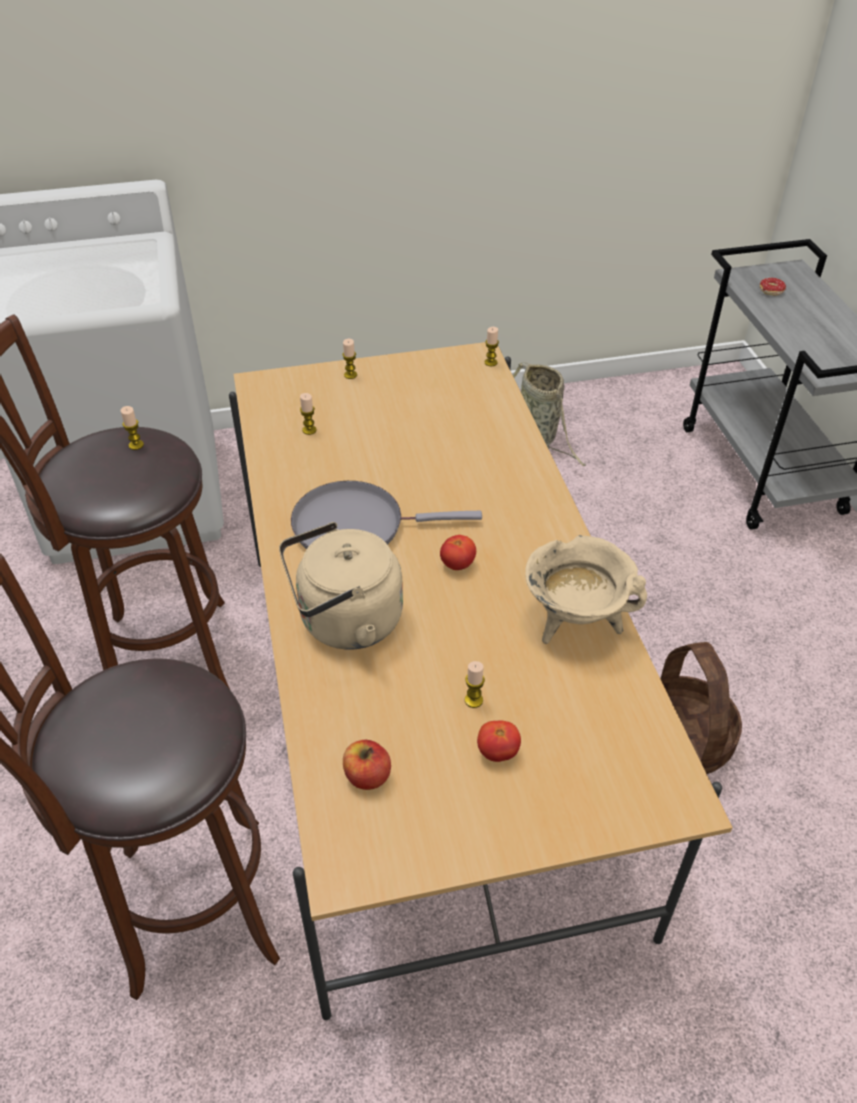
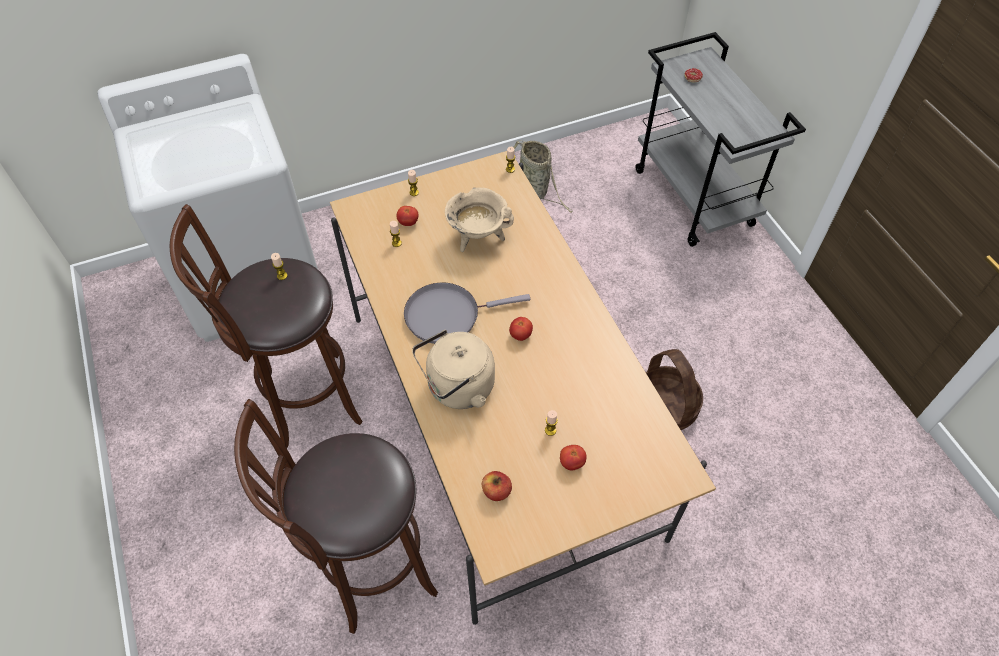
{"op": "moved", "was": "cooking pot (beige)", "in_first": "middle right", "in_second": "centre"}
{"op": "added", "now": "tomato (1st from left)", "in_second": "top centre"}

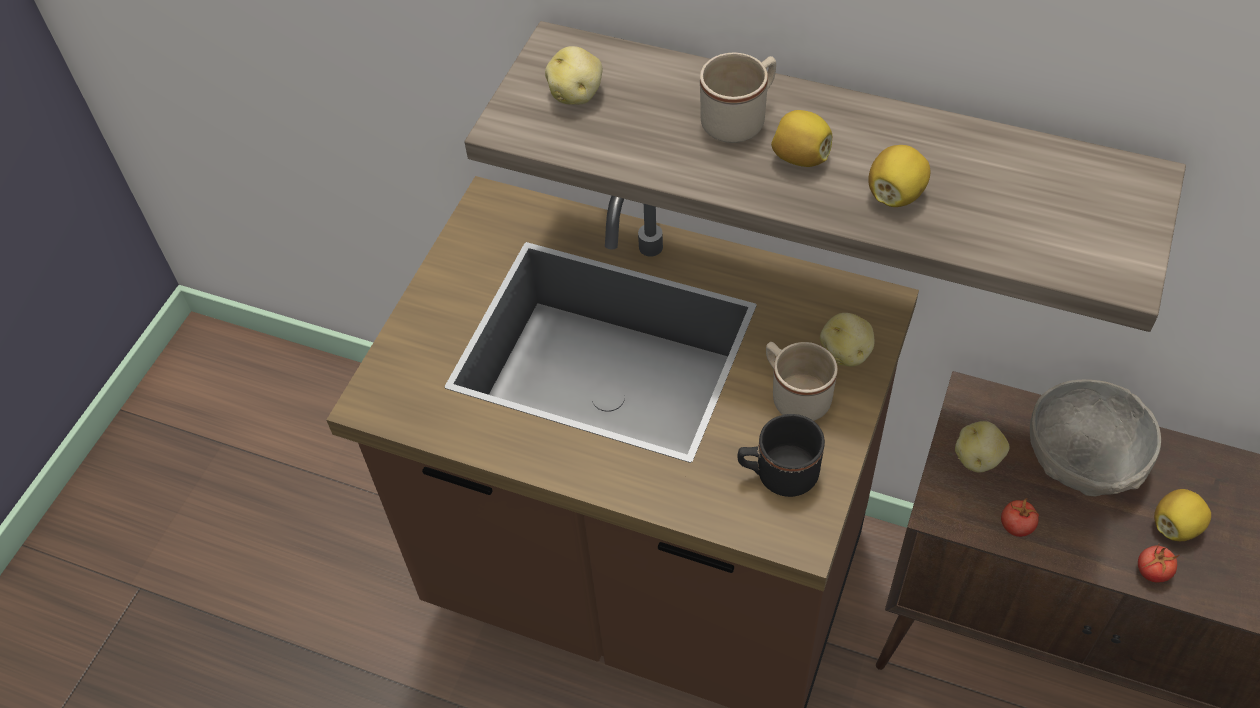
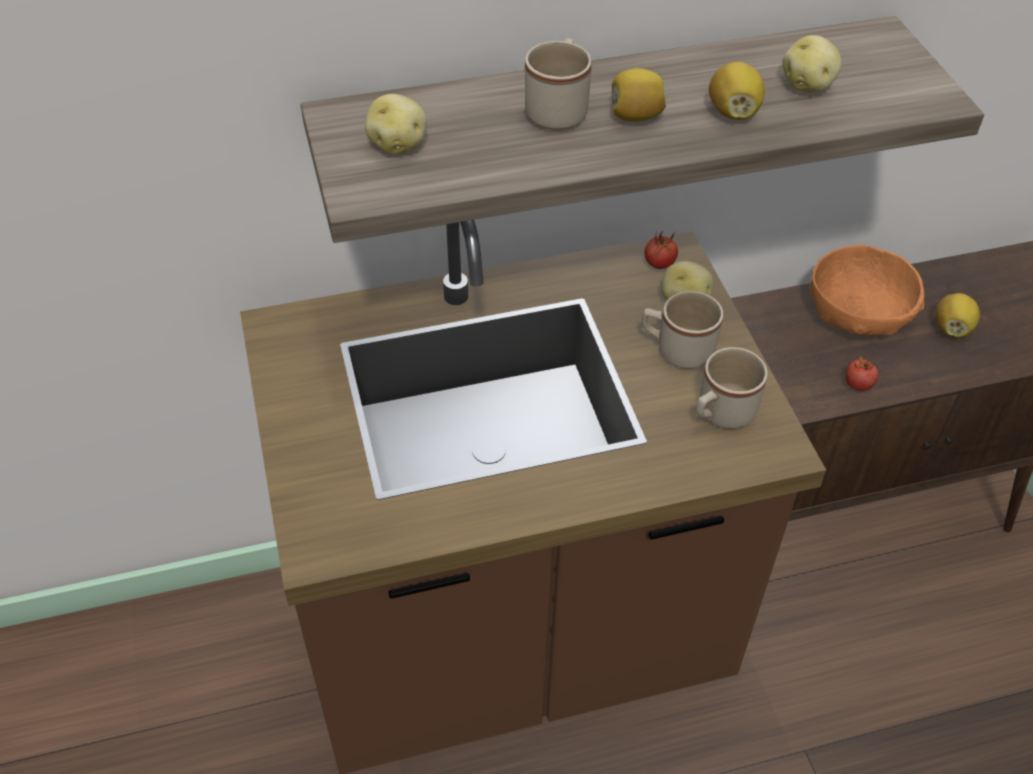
{"op": "recoloured", "was": "mug (black)", "now": "mug (beige) (3rd from left)", "in_first": "centre", "in_second": "middle right"}
{"op": "moved", "was": "potato (3rd from left)", "in_first": "middle right", "in_second": "top right"}
{"op": "recoloured", "was": "bowl (grey)", "now": "bowl (orange)", "in_first": "middle right", "in_second": "middle right"}
{"op": "moved", "was": "tomato (2nd from left in the first image)", "now": "tomato (1st from left)", "in_first": "bottom right", "in_second": "top centre"}

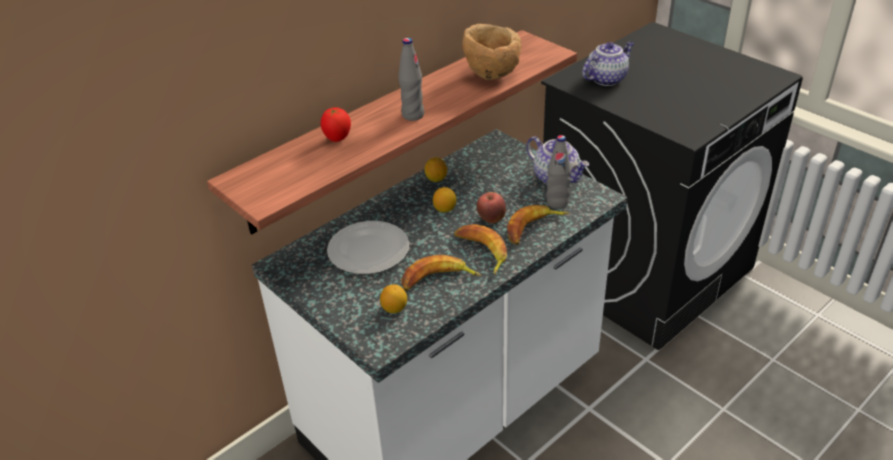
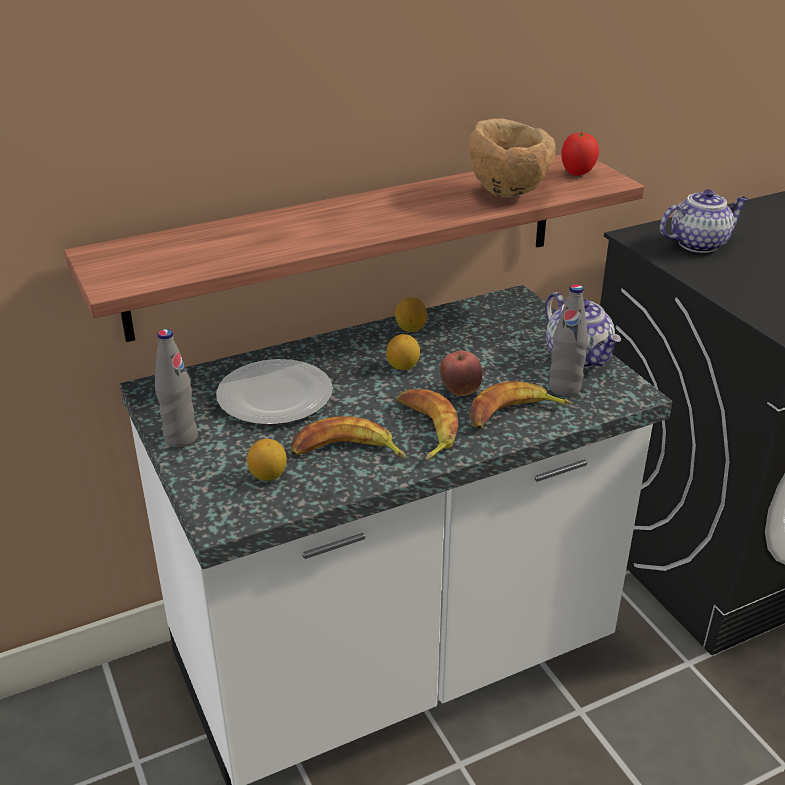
{"op": "moved", "was": "tomato", "in_first": "top centre", "in_second": "top right"}
{"op": "moved", "was": "bottle (grey) (1st from left)", "in_first": "top centre", "in_second": "middle left"}

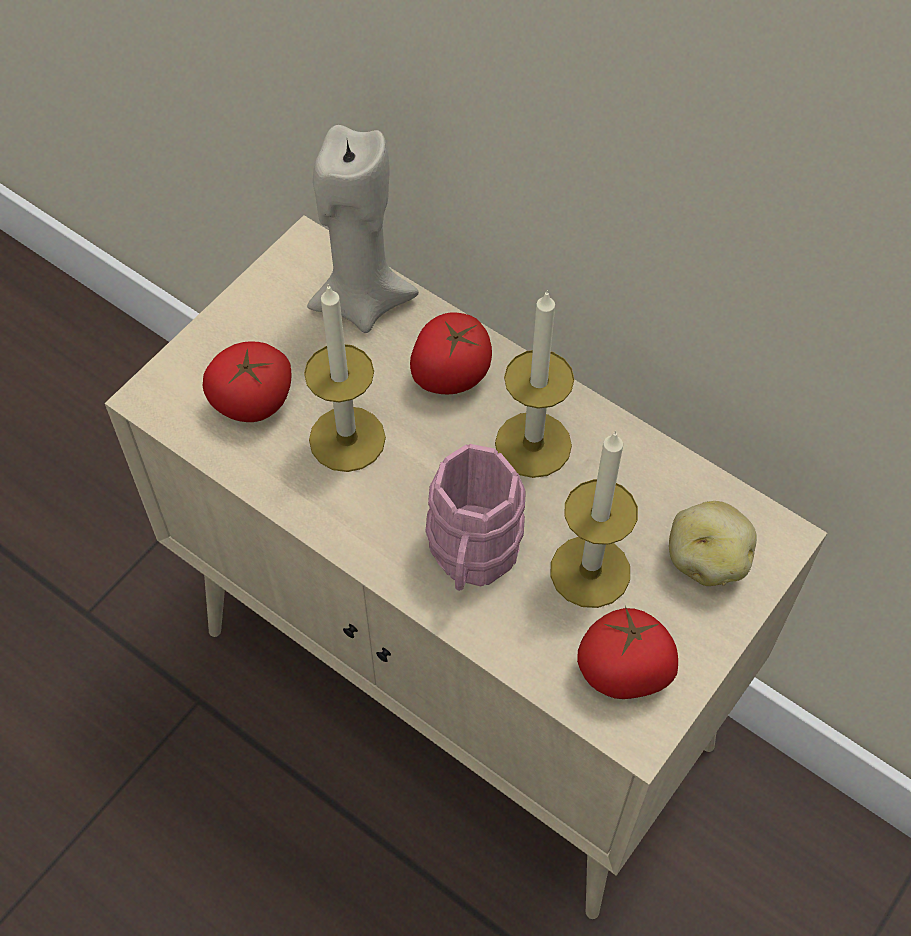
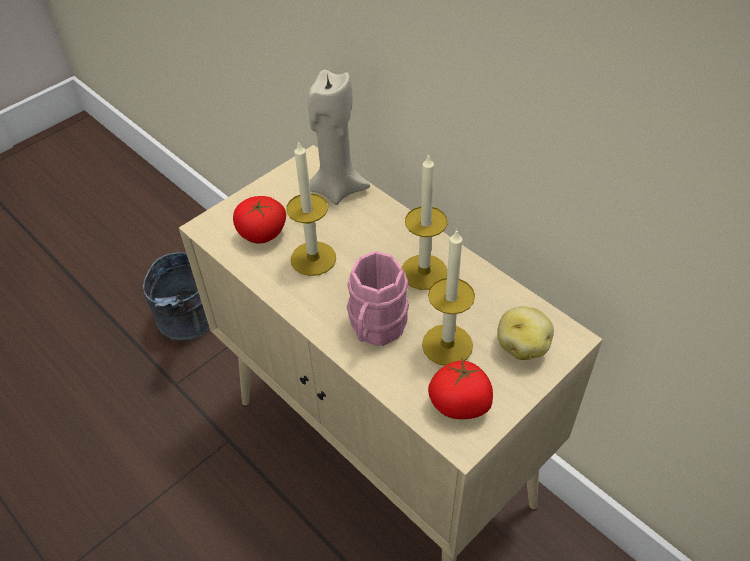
{"op": "removed", "was": "tomato (2nd from left)", "in_first": "centre"}
{"op": "added", "now": "bucket (grey)", "in_second": "middle left"}

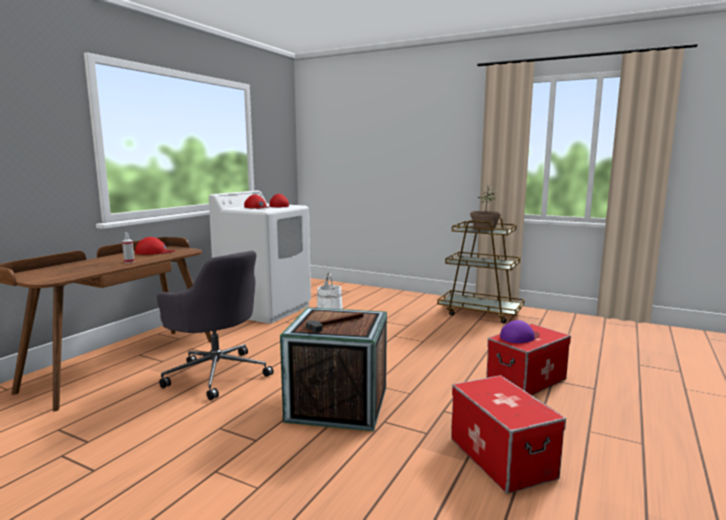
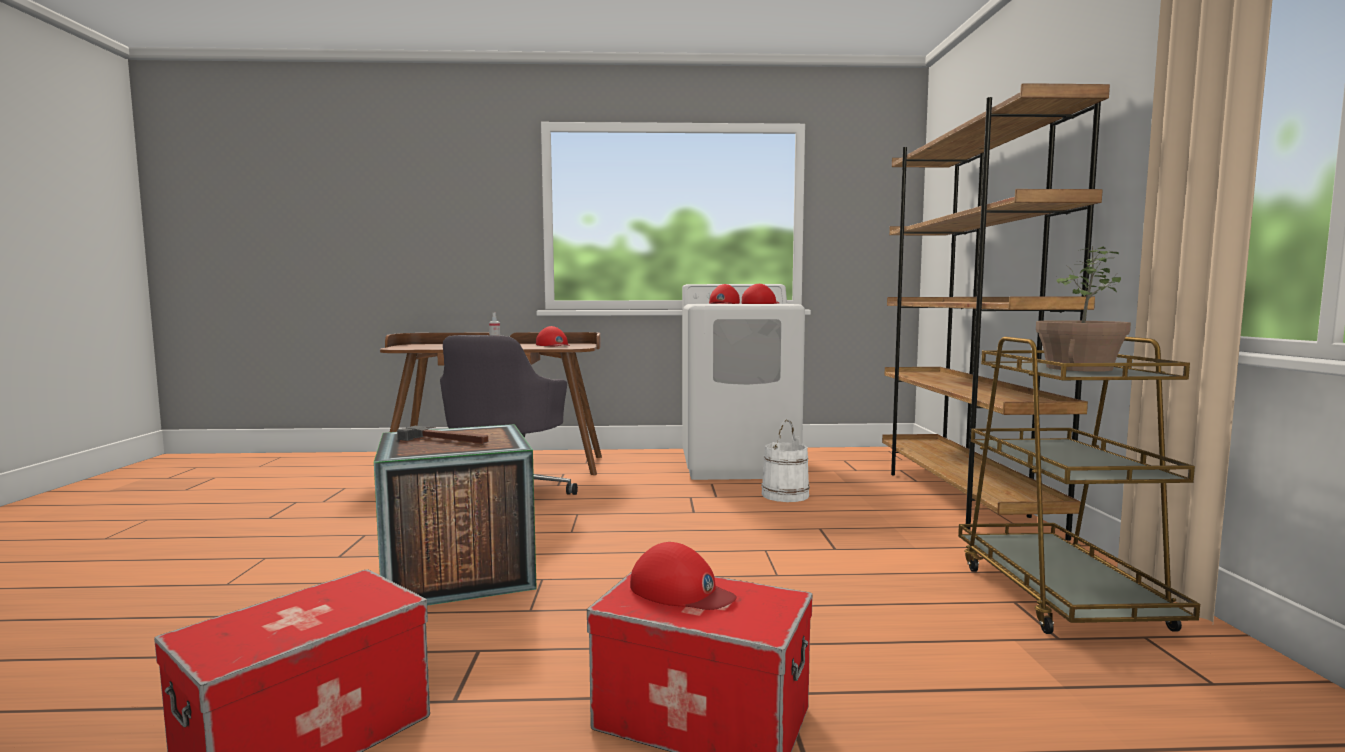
{"op": "recoloured", "was": "cap (purple)", "now": "cap (red) (2nd from left)", "in_first": "middle right", "in_second": "bottom centre"}
{"op": "added", "now": "bookcase (brown)", "in_second": "middle right"}

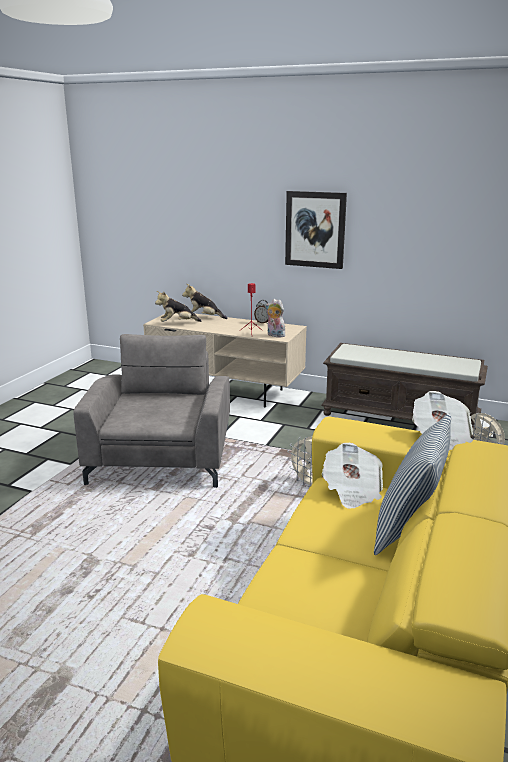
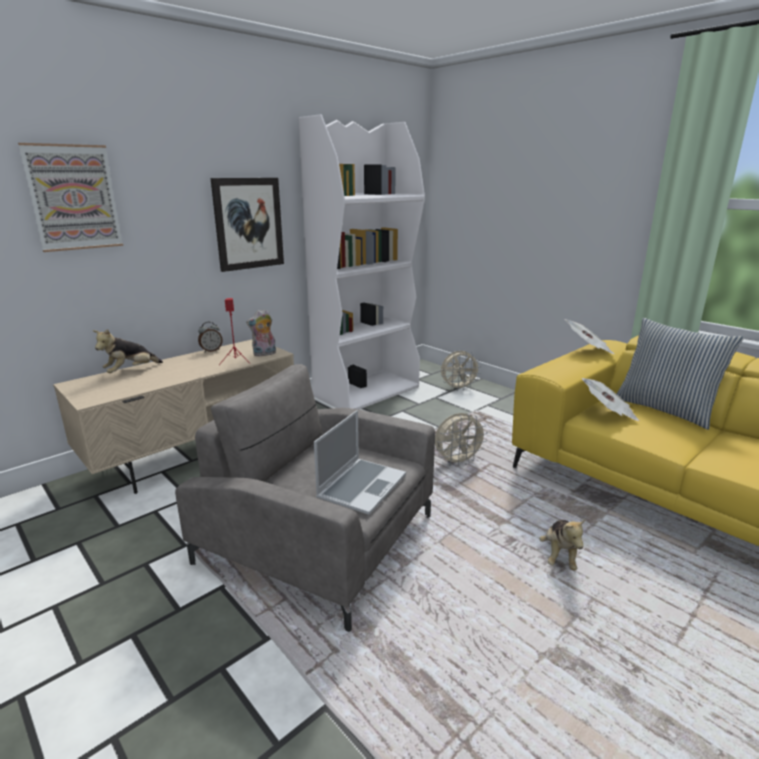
{"op": "moved", "was": "plush toy (1st from left in the first image)", "now": "plush toy (3rd from left)", "in_first": "centre", "in_second": "bottom right"}
{"op": "replaced", "was": "bench (brown)", "now": "bookcase (white)", "in_first": "middle right", "in_second": "centre"}
{"op": "added", "now": "picture (1st from left)", "in_second": "top left"}
{"op": "added", "now": "laptop", "in_second": "centre"}

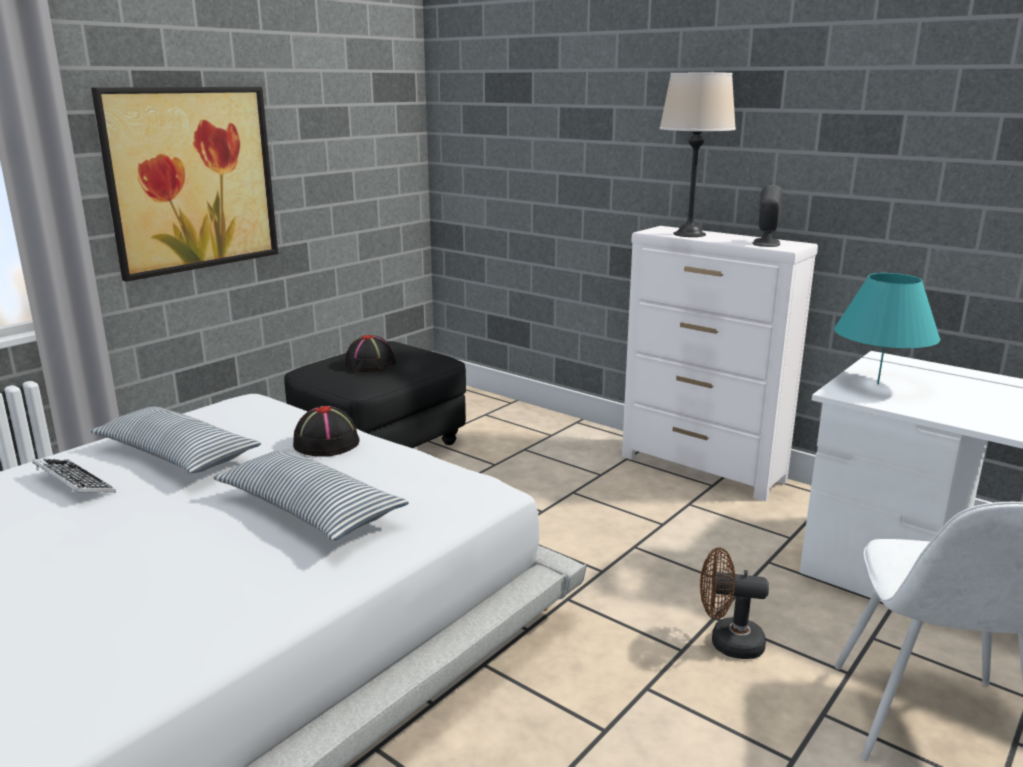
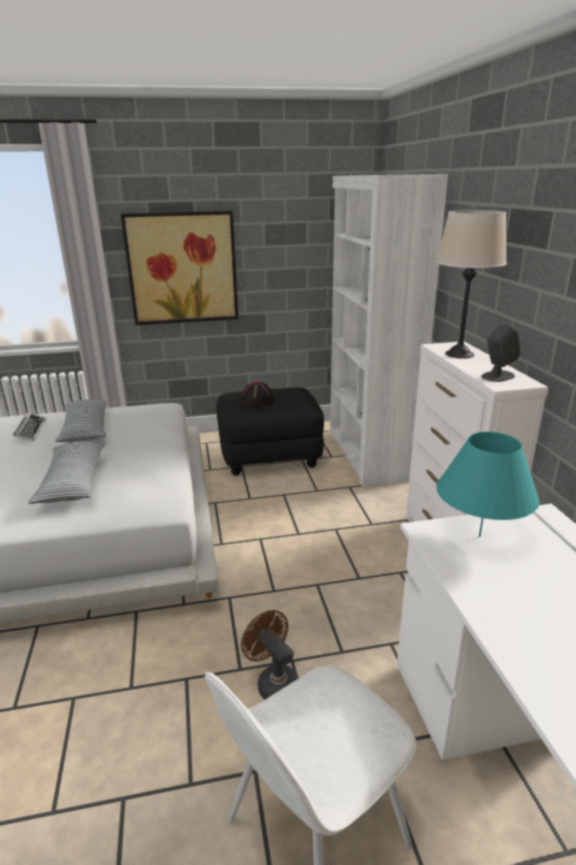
{"op": "removed", "was": "hat (black) (1st from left)", "in_first": "middle left"}
{"op": "added", "now": "bookcase (white)", "in_second": "middle right"}

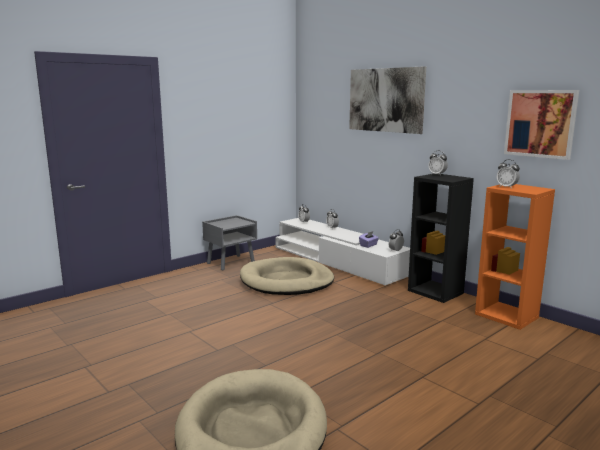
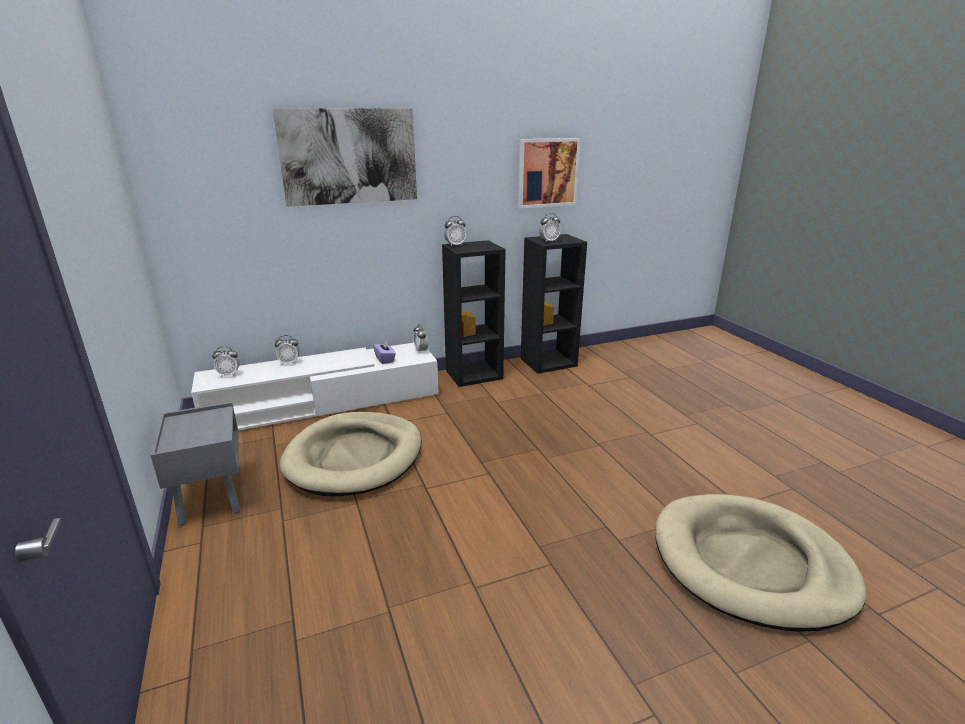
{"op": "recoloured", "was": "bookcase (orange)", "now": "bookcase (black) (2nd from left)", "in_first": "middle right", "in_second": "centre"}

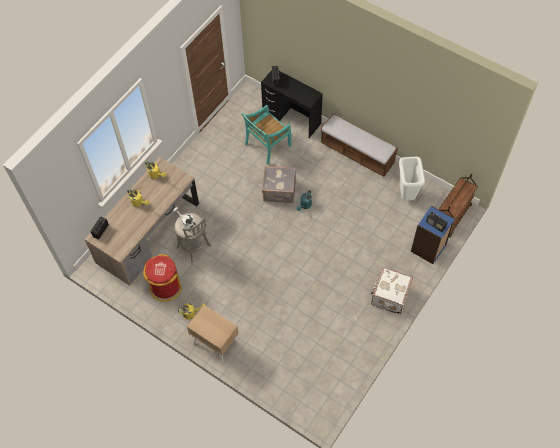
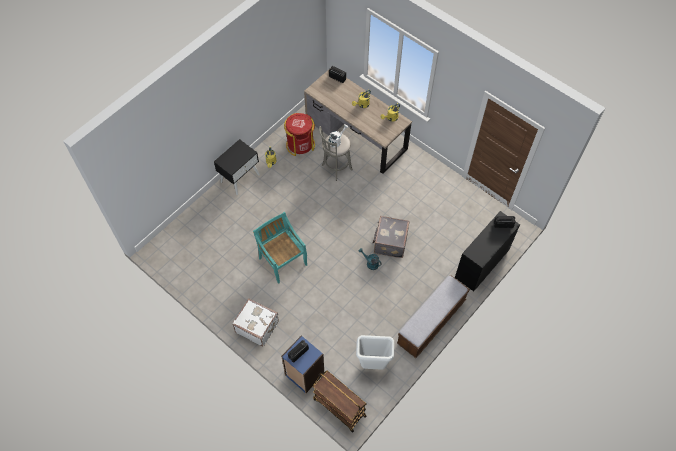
{"op": "recoloured", "was": "nightstand (beige)", "now": "nightstand (black)", "in_first": "bottom centre", "in_second": "centre"}
{"op": "moved", "was": "chair (turquoise)", "in_first": "top centre", "in_second": "centre"}

